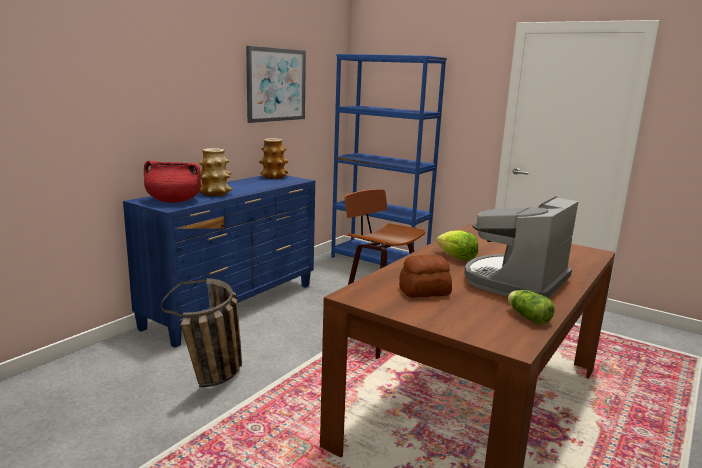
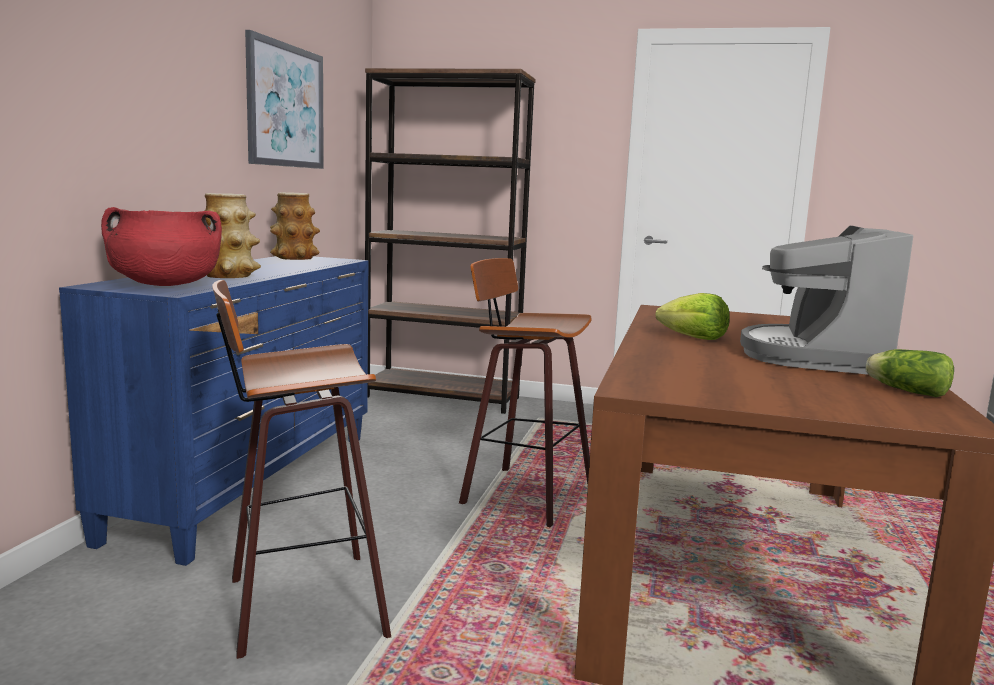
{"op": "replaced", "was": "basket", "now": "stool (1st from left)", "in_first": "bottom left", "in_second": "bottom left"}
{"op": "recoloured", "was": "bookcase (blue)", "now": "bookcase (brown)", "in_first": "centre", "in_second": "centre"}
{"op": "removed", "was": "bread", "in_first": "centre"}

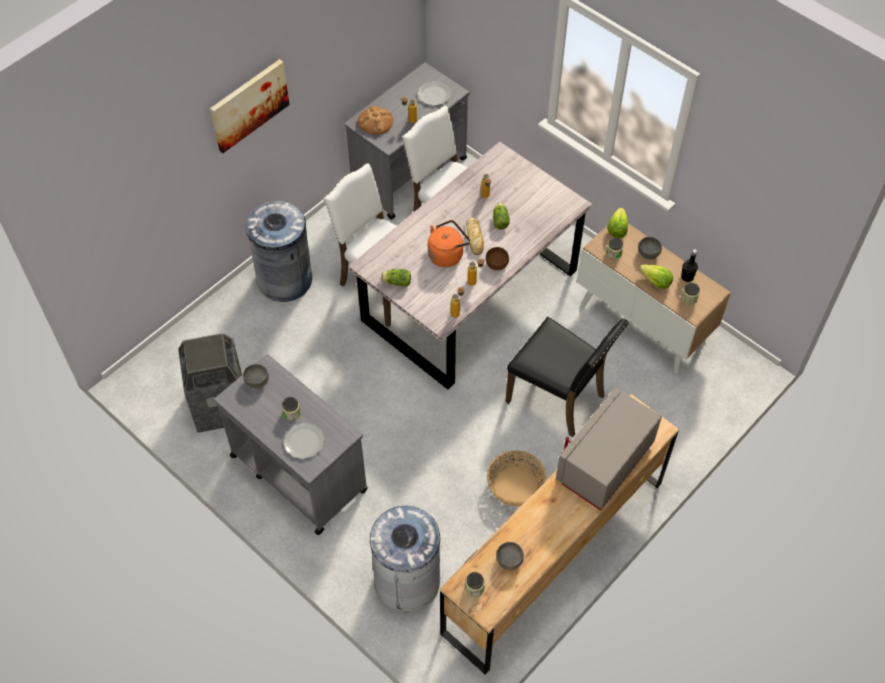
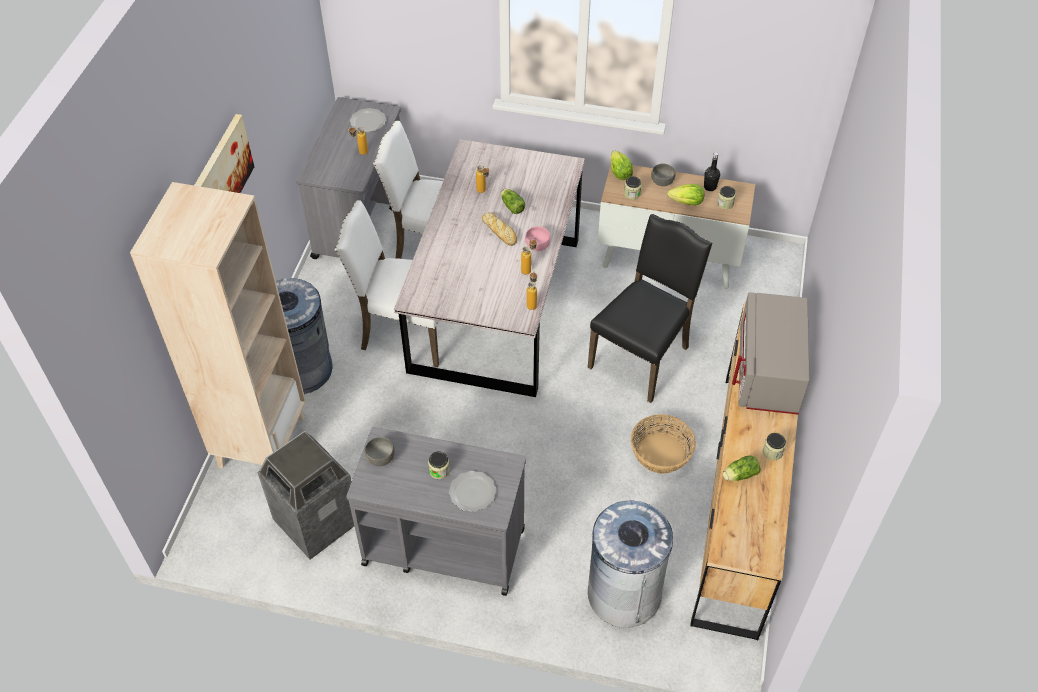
{"op": "removed", "was": "bread (1st from left)", "in_first": "top centre"}
{"op": "moved", "was": "lettuce (1st from left in the first image)", "now": "lettuce (4th from left)", "in_first": "centre", "in_second": "bottom right"}
{"op": "removed", "was": "kettle (orange)", "in_first": "centre"}
{"op": "moved", "was": "jar (2nd from left in the first image)", "now": "jar (4th from left)", "in_first": "bottom centre", "in_second": "middle right"}
{"op": "recoloured", "was": "bowl (brown)", "now": "bowl (pink)", "in_first": "centre", "in_second": "centre"}
{"op": "removed", "was": "bowl (grey) (2nd from left)", "in_first": "bottom centre"}
{"op": "turned", "was": "chair (black)", "in_first": "centre", "in_second": "centre", "clockwise": -60}
{"op": "added", "now": "bookcase (beige)", "in_second": "middle left"}

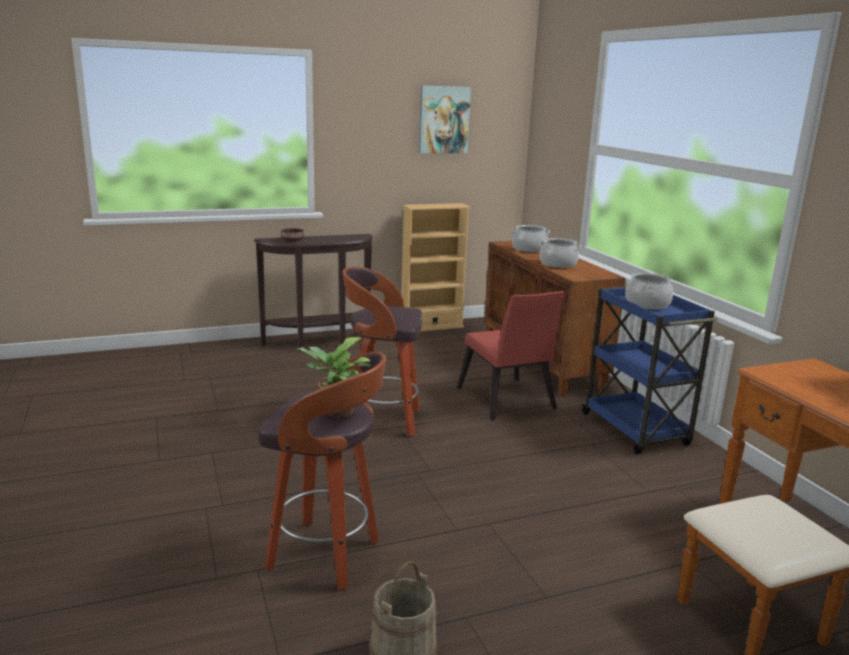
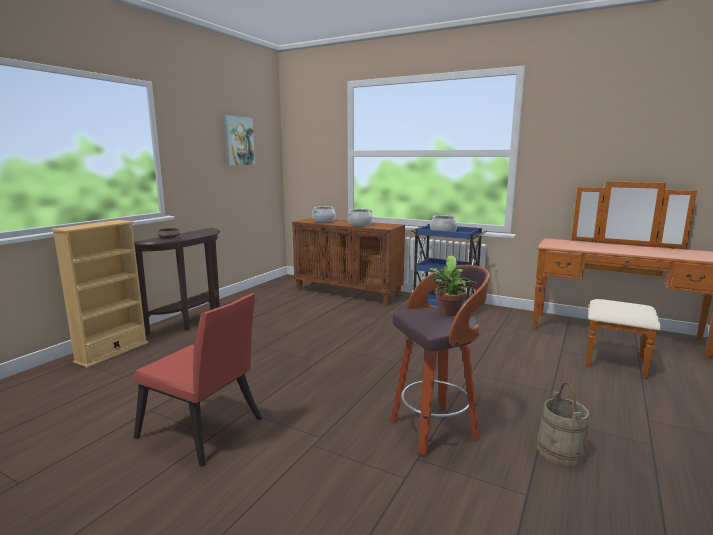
{"op": "removed", "was": "stool (2nd from left)", "in_first": "centre"}
{"op": "moved", "was": "bookcase (beige)", "in_first": "centre", "in_second": "middle left"}
{"op": "moved", "was": "chair (red)", "in_first": "centre", "in_second": "bottom left"}

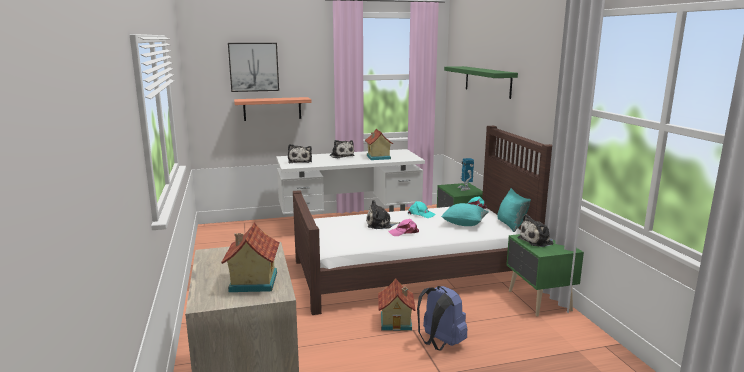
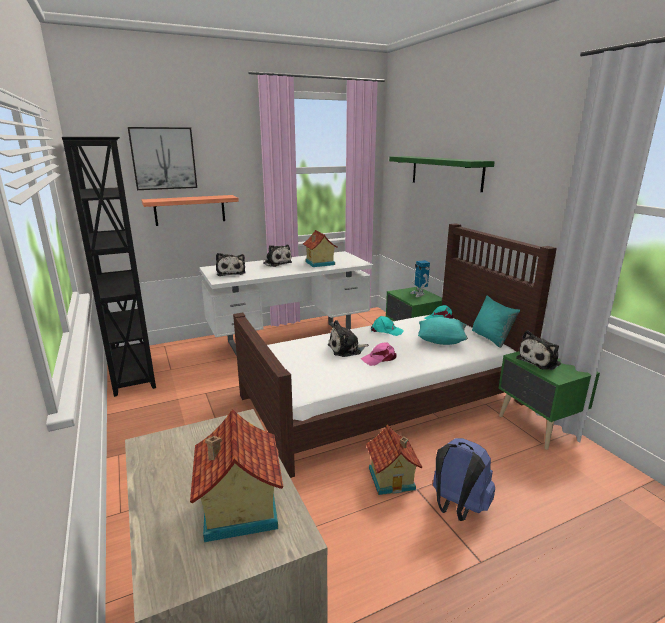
{"op": "added", "now": "bookcase (black)", "in_second": "middle left"}

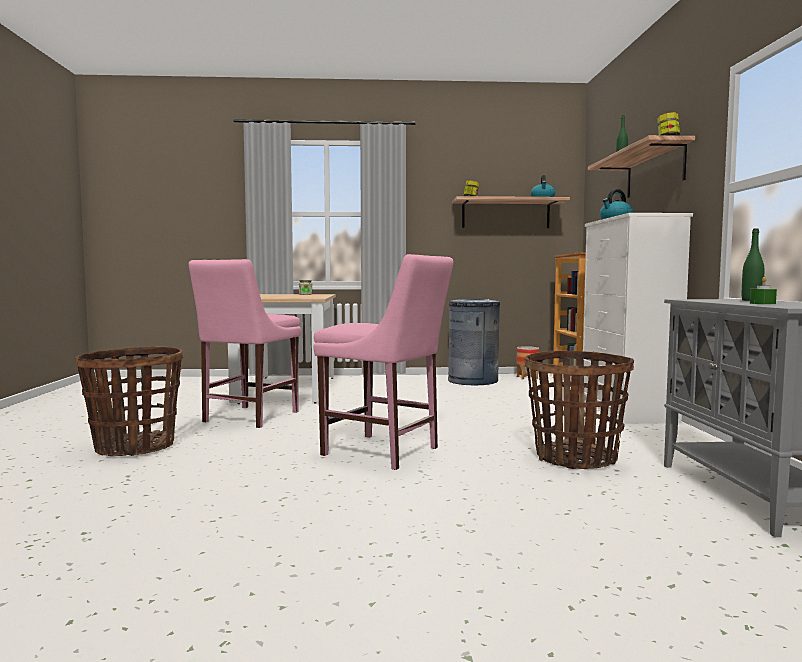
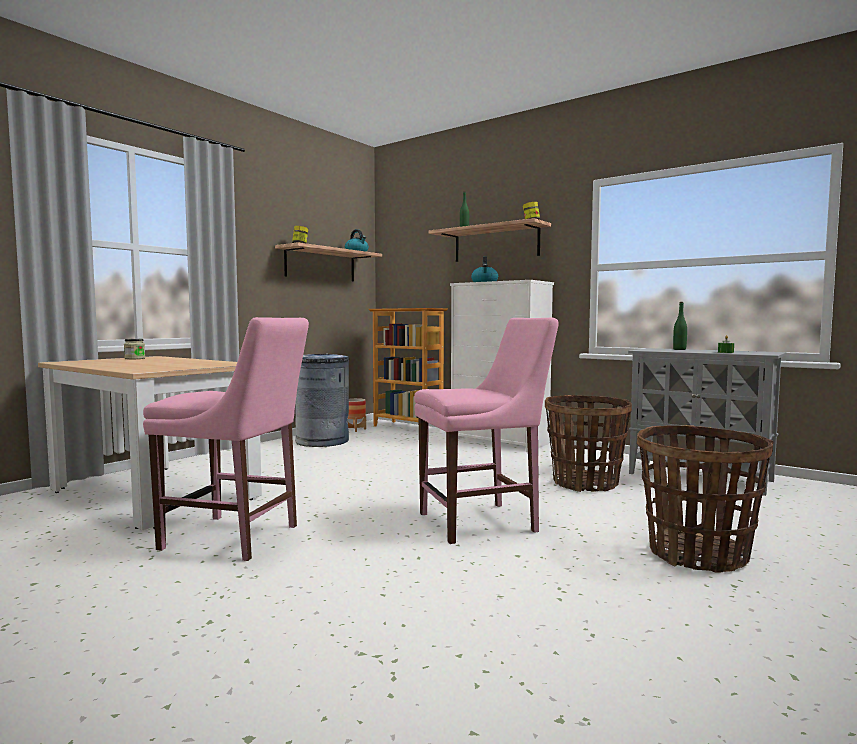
{"op": "moved", "was": "basket (1st from left in the first image)", "now": "basket (2nd from left)", "in_first": "middle left", "in_second": "bottom right"}
{"op": "turned", "was": "chair (pink) (1st from left)", "in_first": "middle left", "in_second": "middle left", "clockwise": -45}

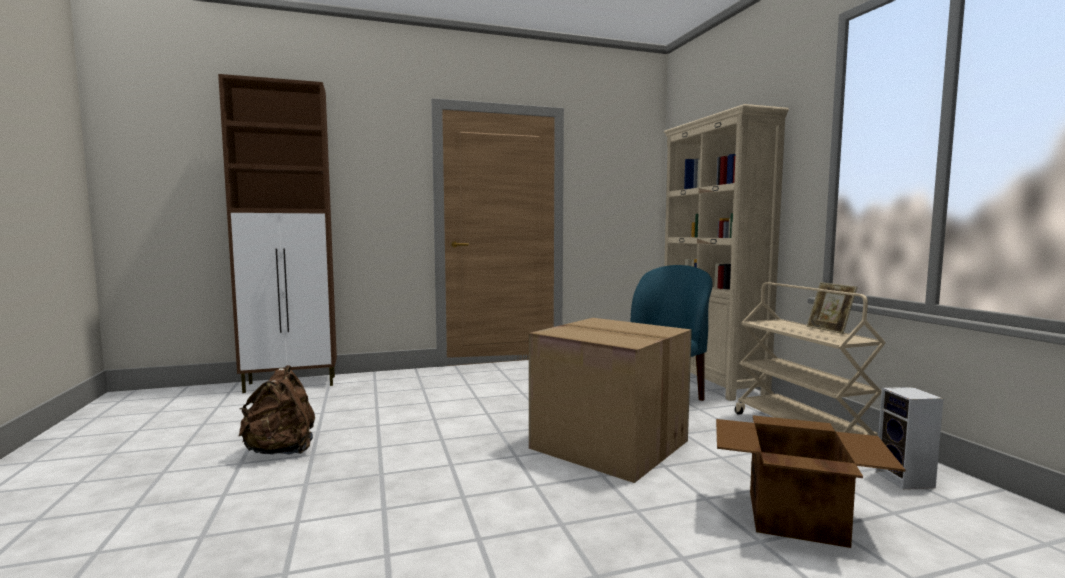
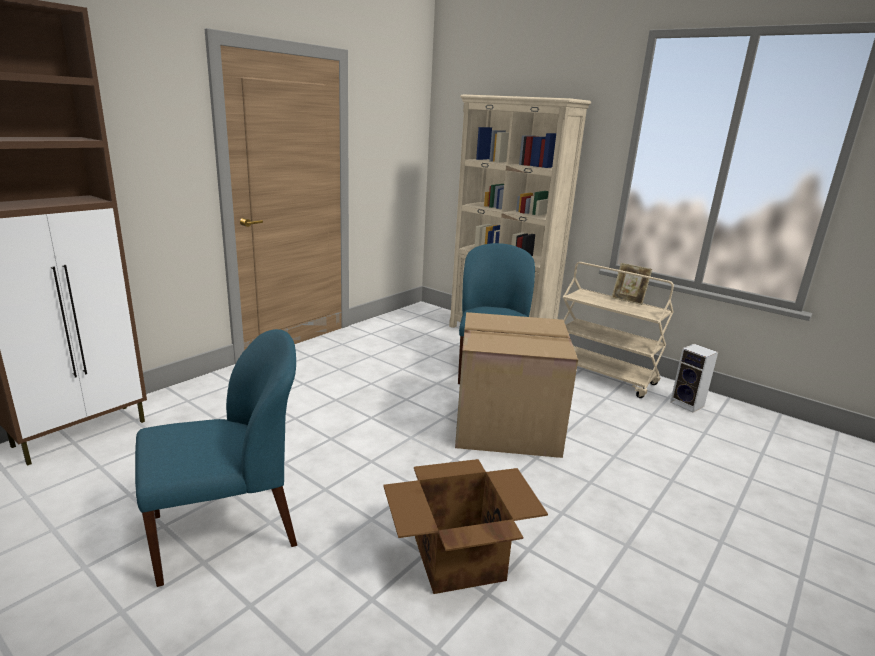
{"op": "replaced", "was": "backpack (brown)", "now": "chair (blue) (1st from left)", "in_first": "bottom left", "in_second": "bottom left"}
{"op": "moved", "was": "cardboard box (2nd from left in the first image)", "now": "cardboard box (1st from left)", "in_first": "bottom right", "in_second": "bottom centre"}

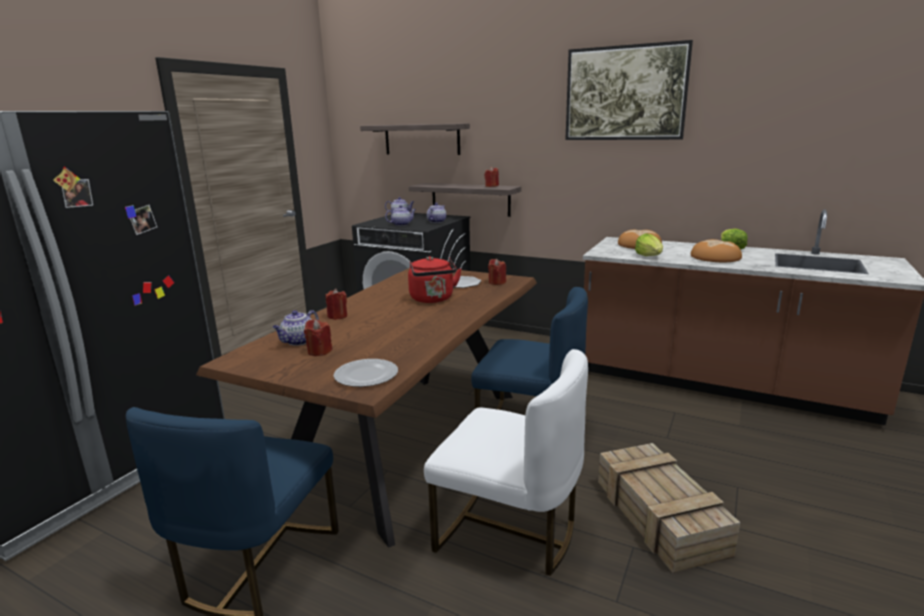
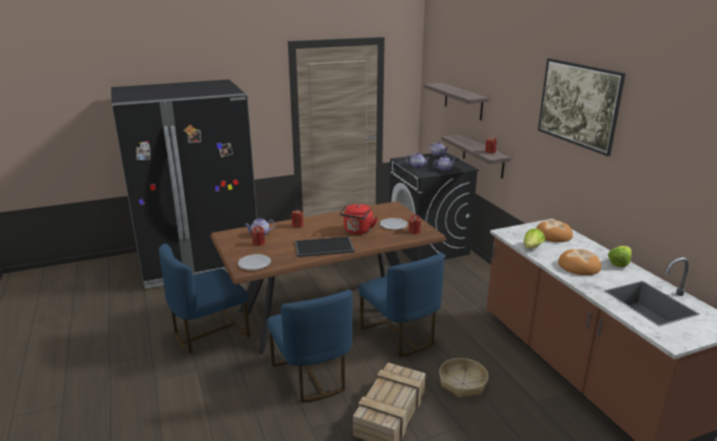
{"op": "recoloured", "was": "chair (white)", "now": "chair (blue) (2nd from left)", "in_first": "bottom centre", "in_second": "bottom centre"}
{"op": "added", "now": "tray", "in_second": "centre"}
{"op": "added", "now": "basket", "in_second": "bottom centre"}

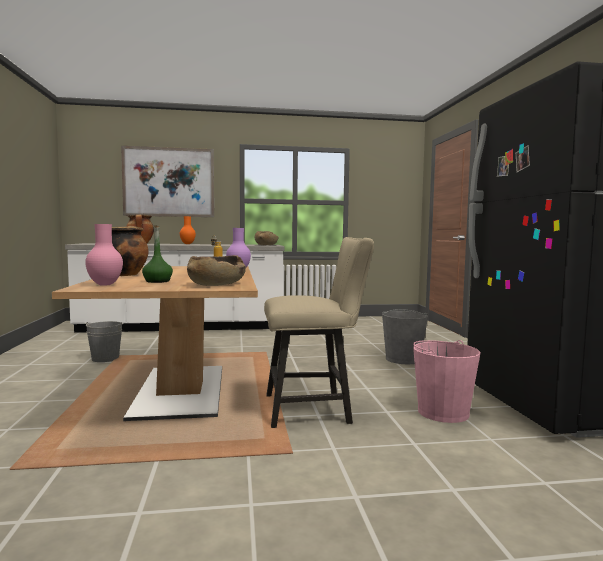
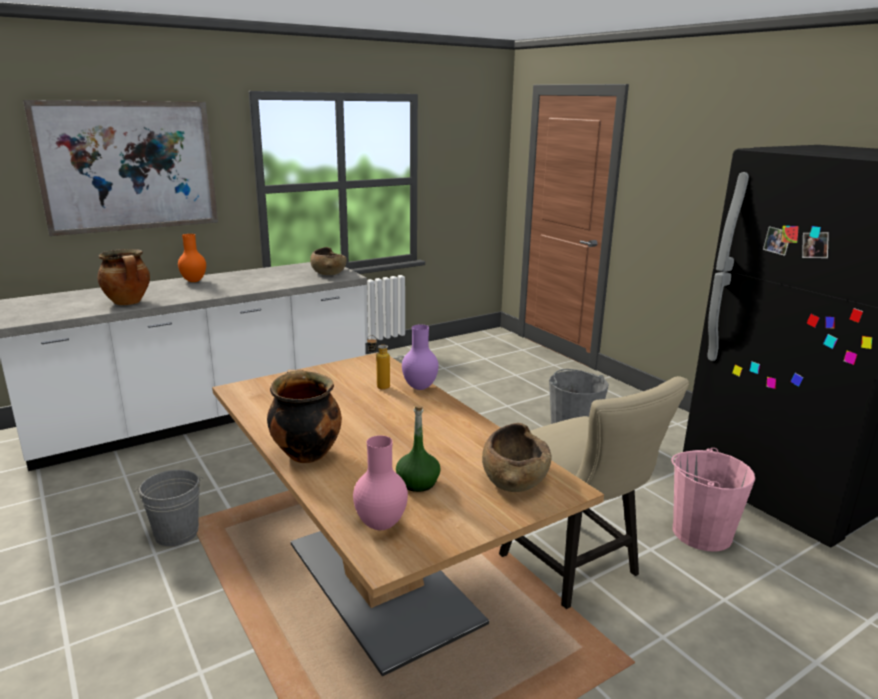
{"op": "turned", "was": "chair (beige)", "in_first": "centre", "in_second": "bottom right", "clockwise": 90}

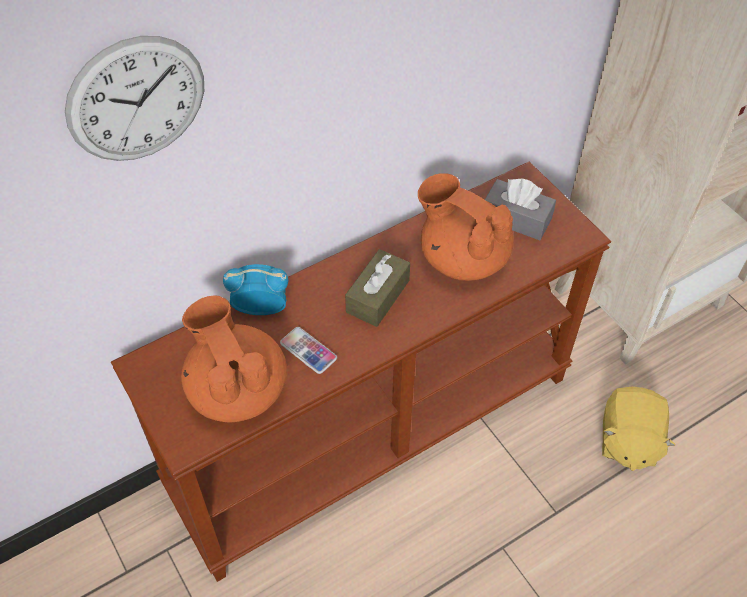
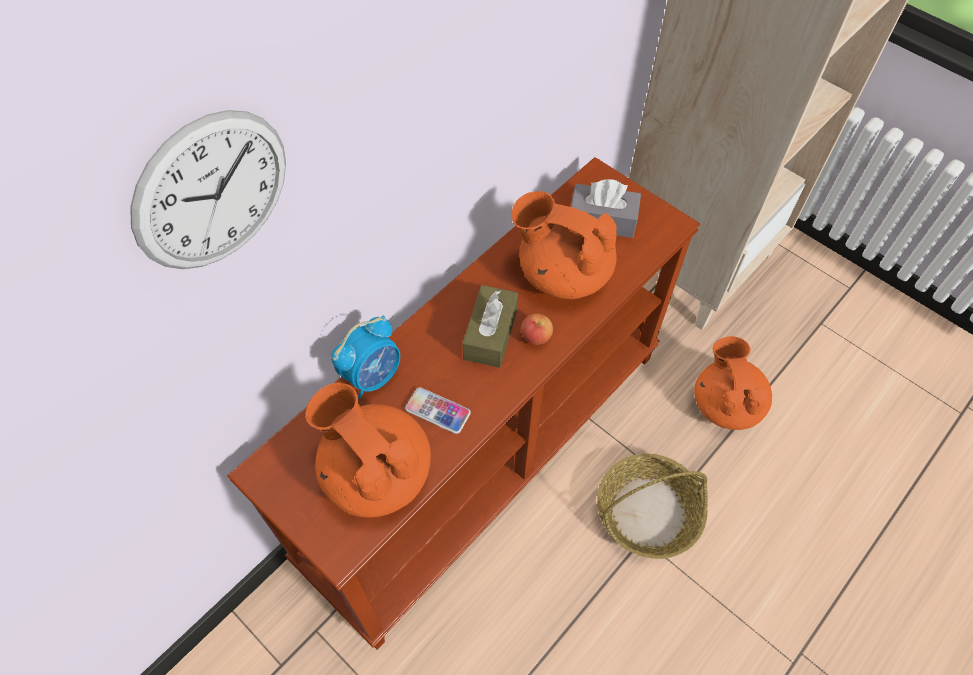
{"op": "turned", "was": "alarm clock", "in_first": "centre", "in_second": "centre", "clockwise": 150}
{"op": "replaced", "was": "plush toy (yellow)", "now": "teapot (orange) (3rd from left)", "in_first": "bottom right", "in_second": "middle right"}
{"op": "added", "now": "apple", "in_second": "centre"}
{"op": "added", "now": "basket", "in_second": "bottom right"}

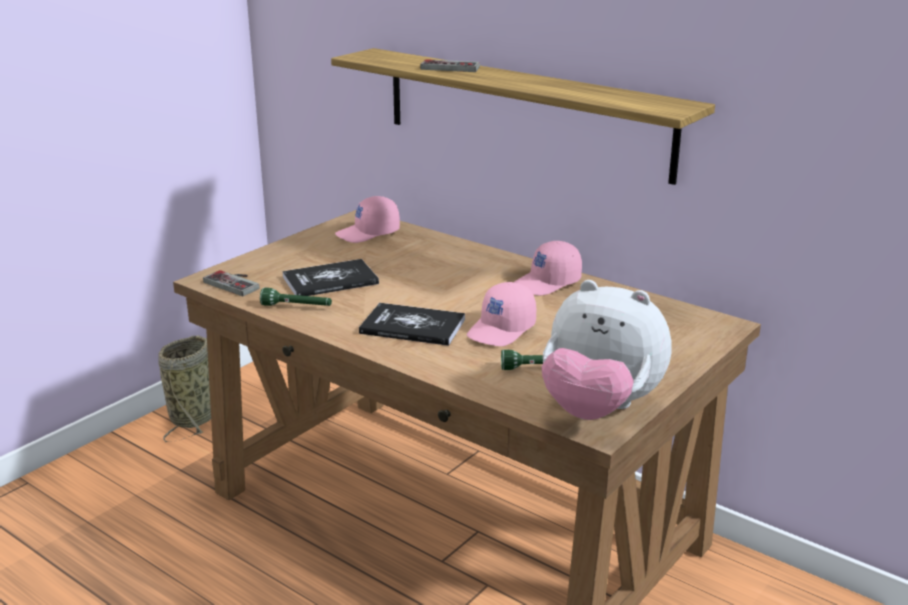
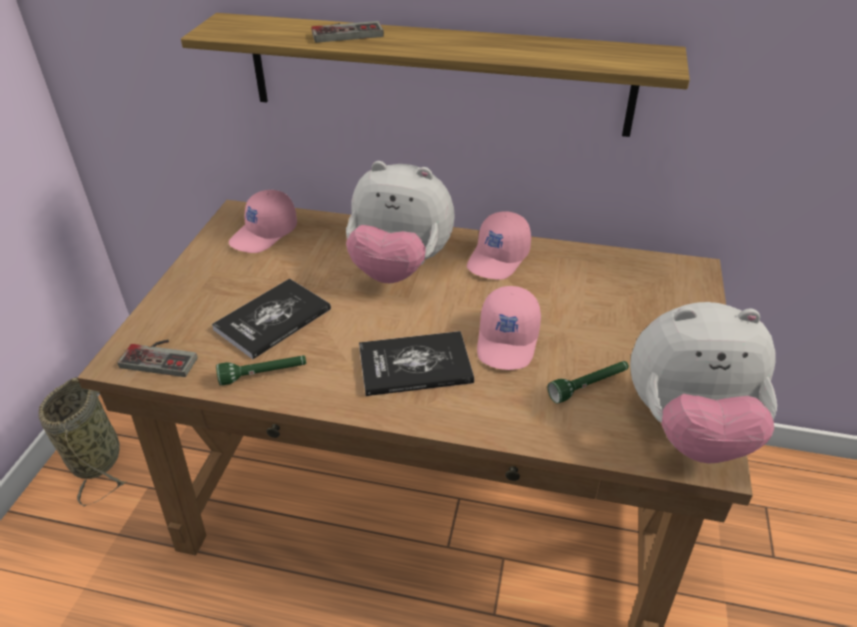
{"op": "added", "now": "plush toy (1st from left)", "in_second": "centre"}

